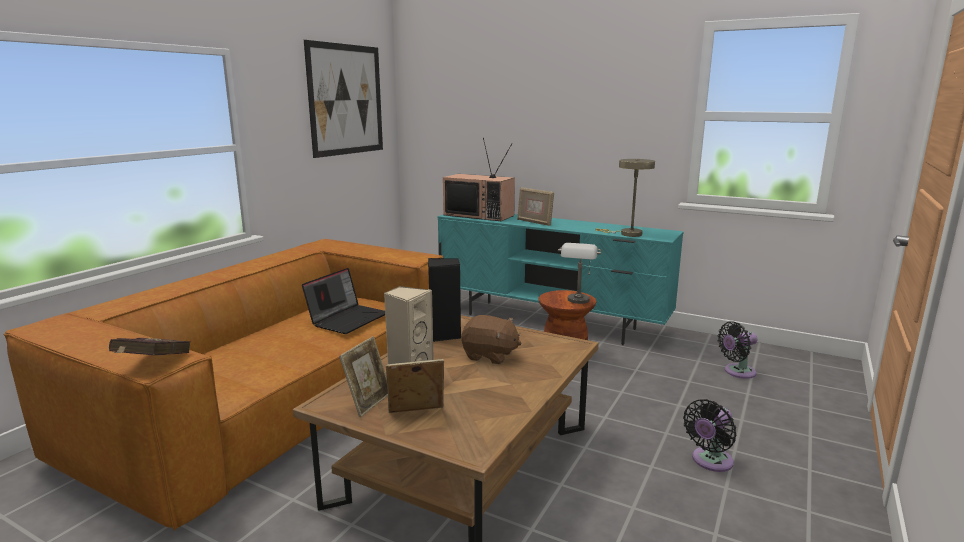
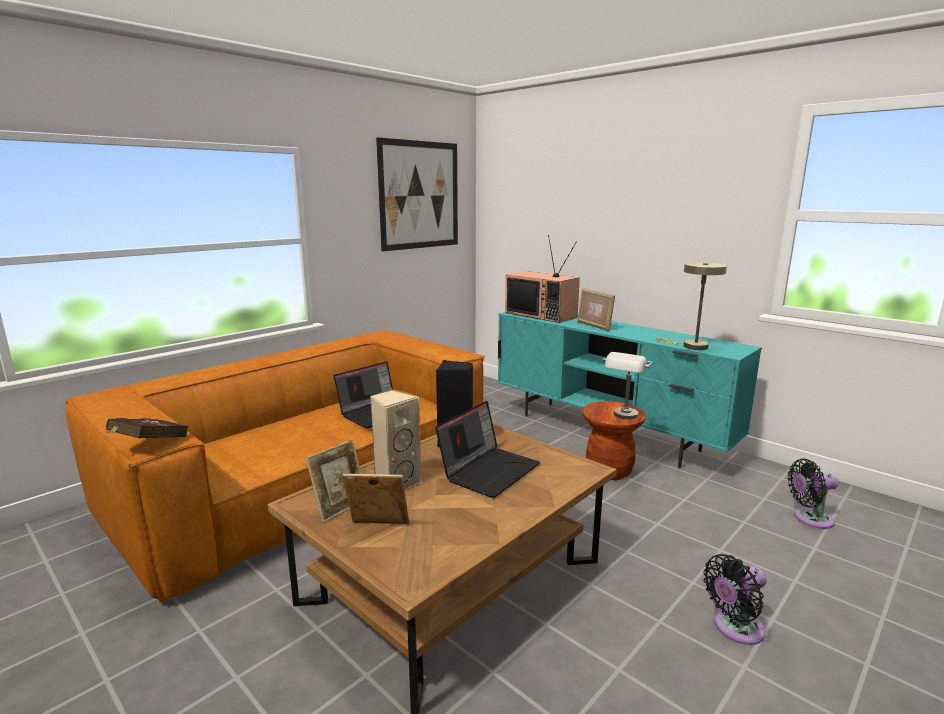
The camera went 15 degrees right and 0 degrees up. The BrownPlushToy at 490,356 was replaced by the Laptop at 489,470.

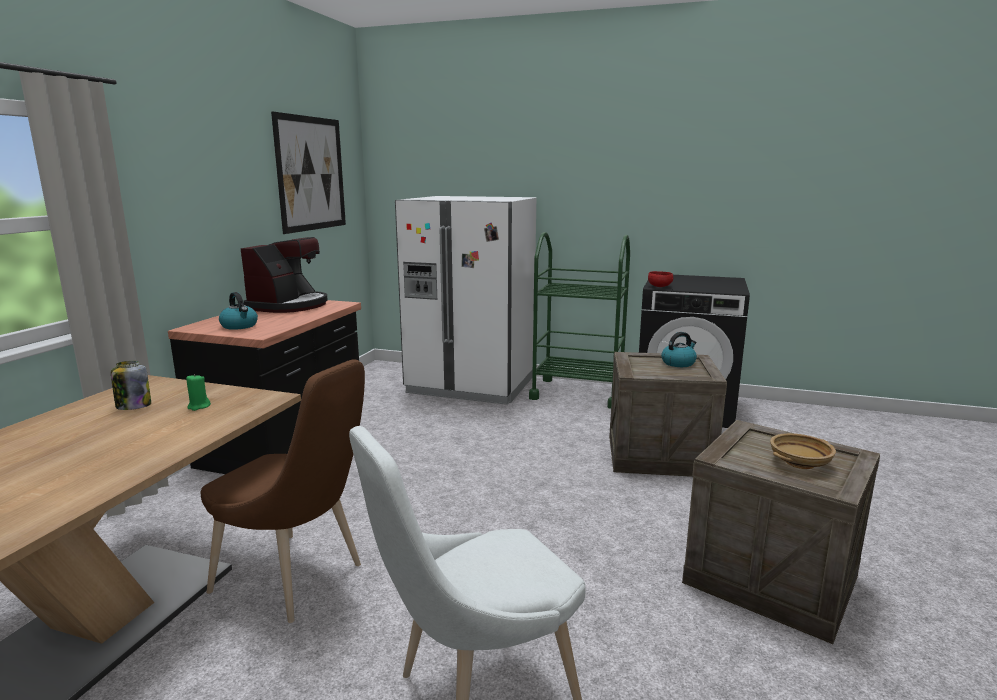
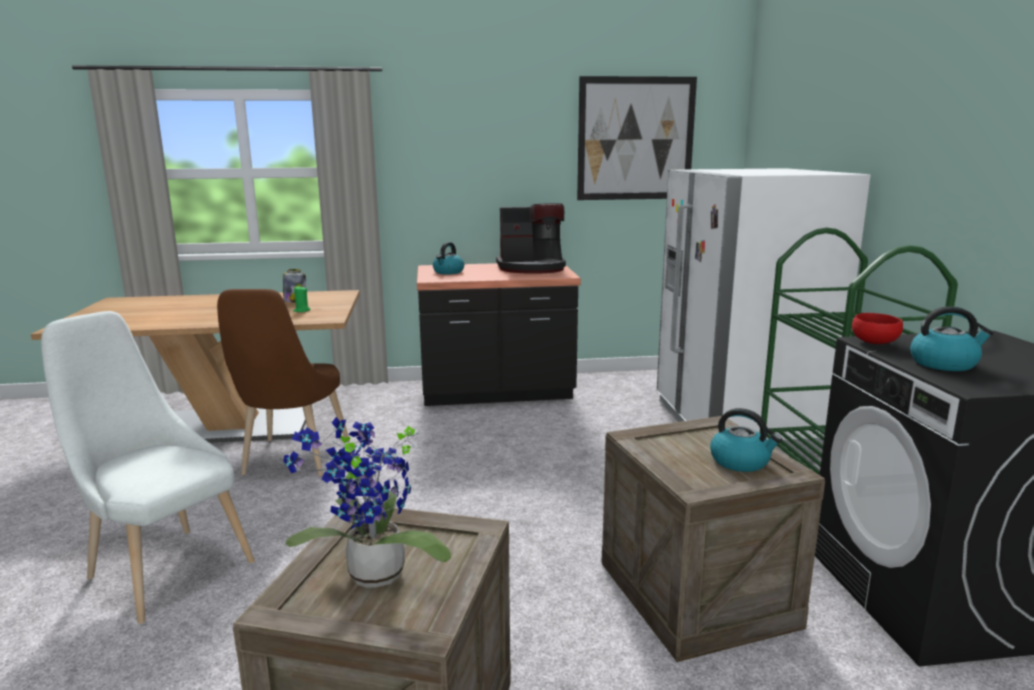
The camera went 65 degrees right and 0 degrees up. The Kettle at 944,364 appeared. The BeigeBowl at 799,463 was replaced by the PottedPlant at 371,578.

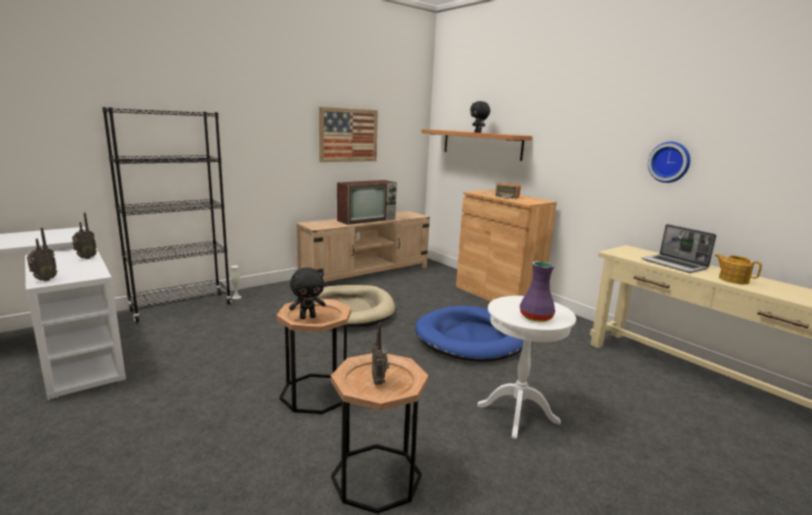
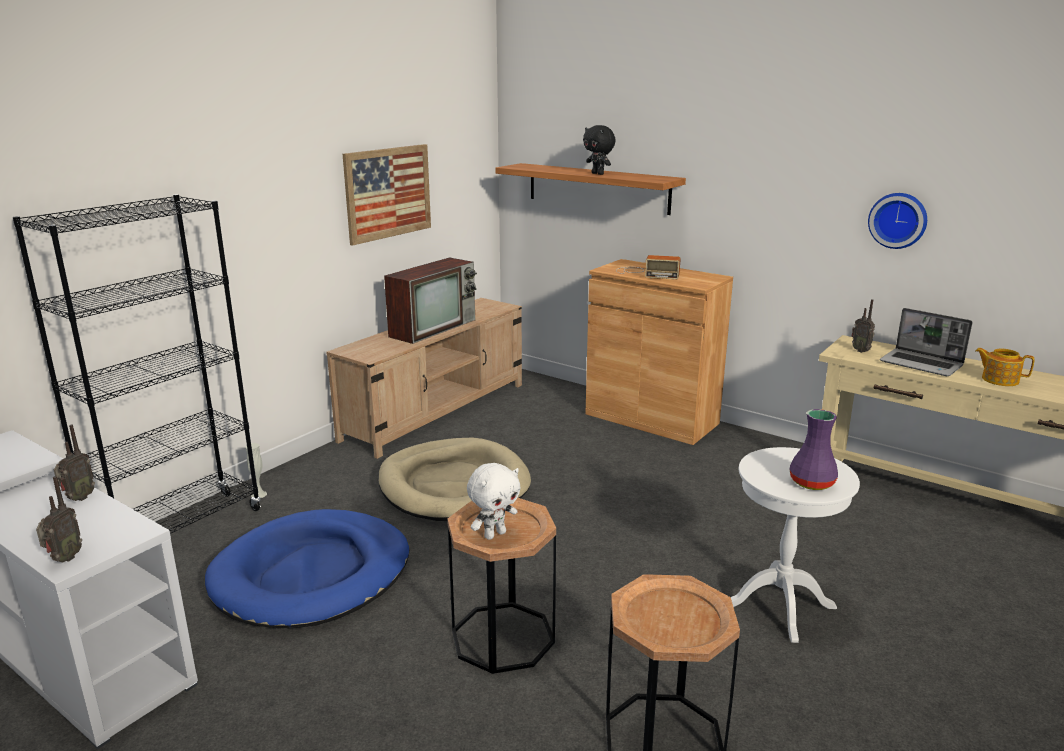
The camera went 15 degrees left and 5 degrees up. The Radio moved from 379,382 to 861,350. The BlueDogBed moved from 471,338 to 312,574. The BlackPlushToy at 308,317 became the WhitePlushToy at 494,534.

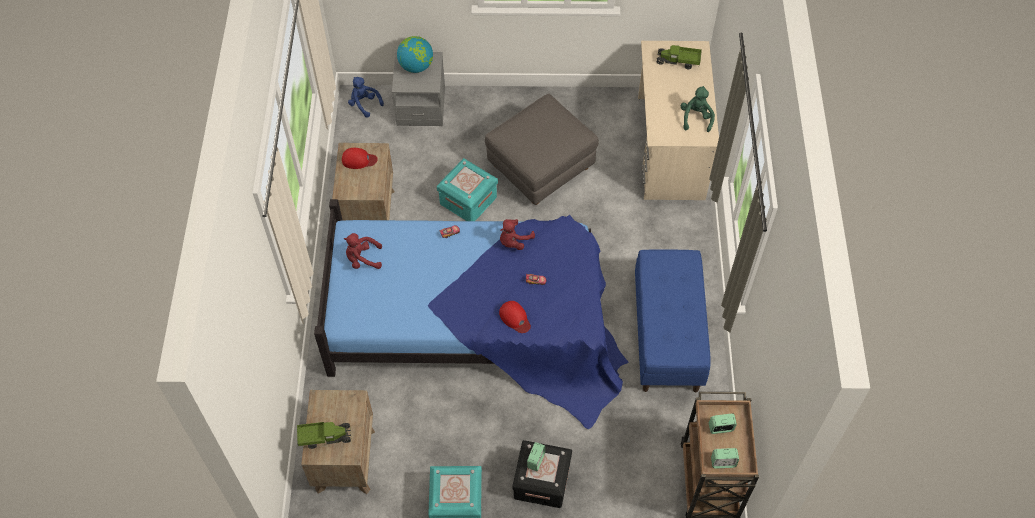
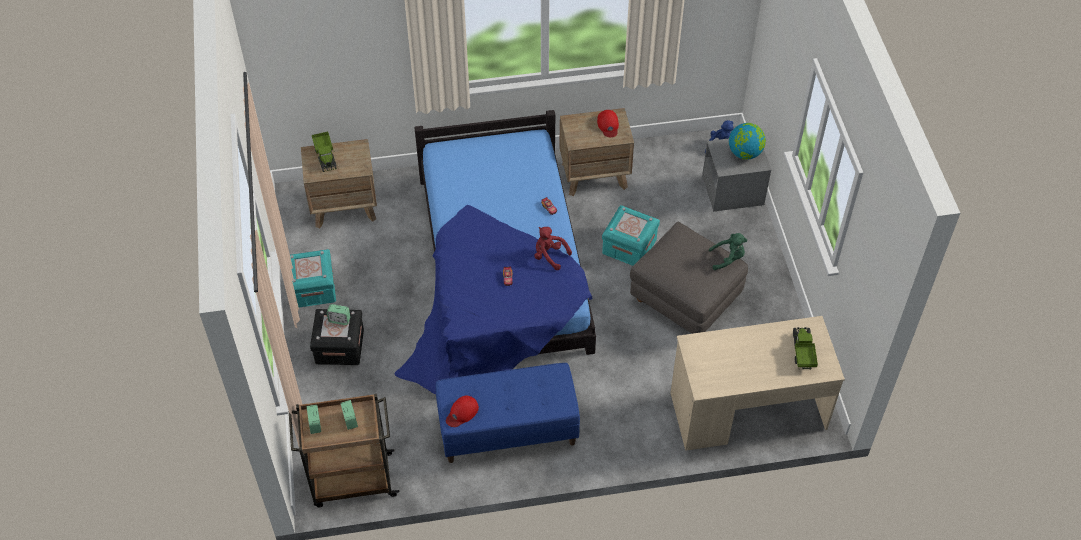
The camera went 80 degrees right and 5 degrees down. The RedPlushToy at 363,259 disappeared. The RedCap moved from 515,318 to 462,412. The GreenPlushToy moved from 696,118 to 728,258.

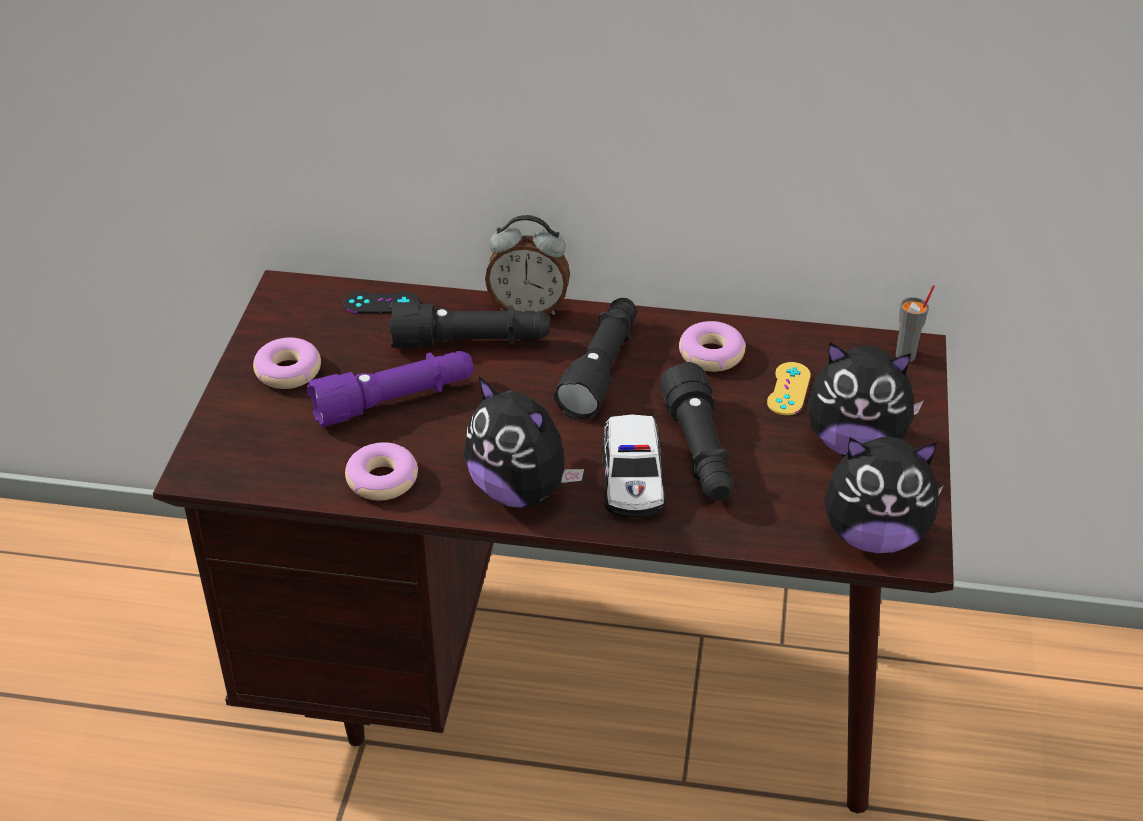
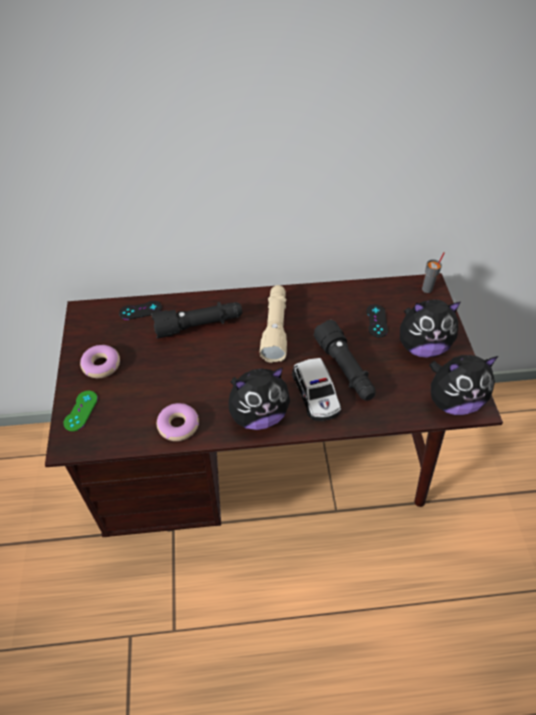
The camera went 15 degrees left and 10 degrees up. The PurpleFlashlight at 395,401 disappeared. The AlarmClock at 528,308 disappeared. The Donut at 711,355 disappeared. The GreenGameController at 81,411 appeared. The BlackFlashlight at 601,369 became the BeigeFlashlight at 275,328. The YellowGameController at 788,389 became the BlackGameController at 376,321. The PlushToy at 520,490 turned 45 degrees counterclockwise.

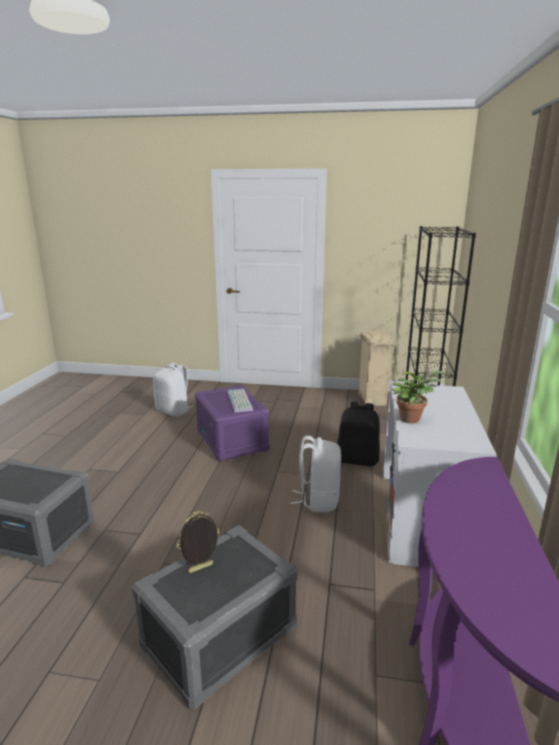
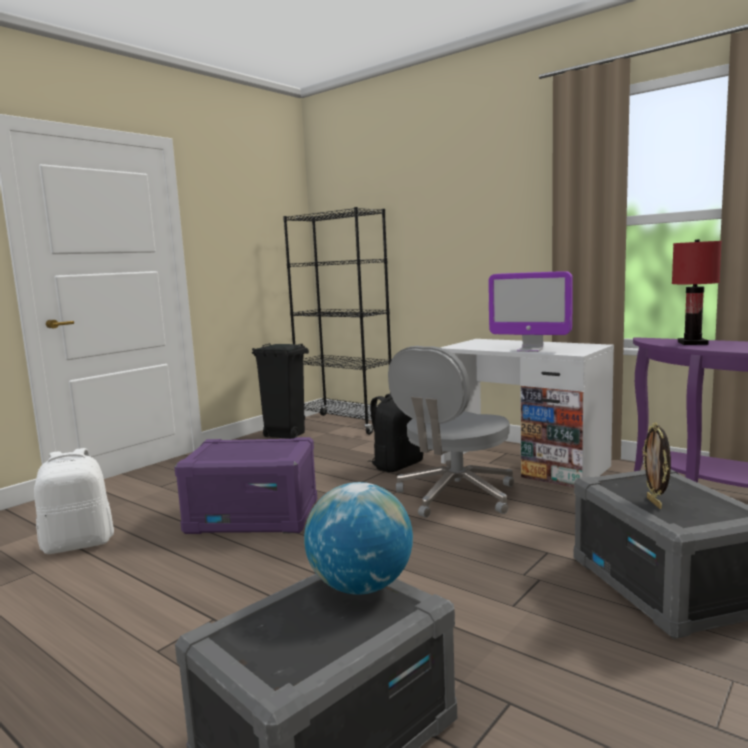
The camera went 60 degrees left and 10 degrees down. The Keyboard at 240,401 disappeared. The Globe at 361,586 appeared. The RedTableLamp at 692,343 appeared. The WhiteBackpack at 318,500 was replaced by the GreyOfficeChair at 455,496. The PottedPlant at 411,418 was replaced by the Monitor at 530,350. The BeigeTrashCan at 372,401 became the BlackTrashCan at 285,435.

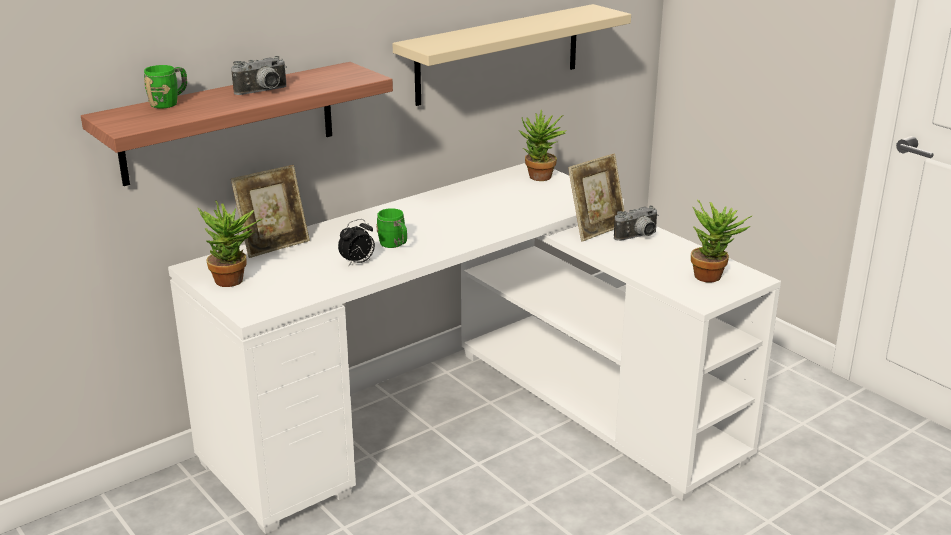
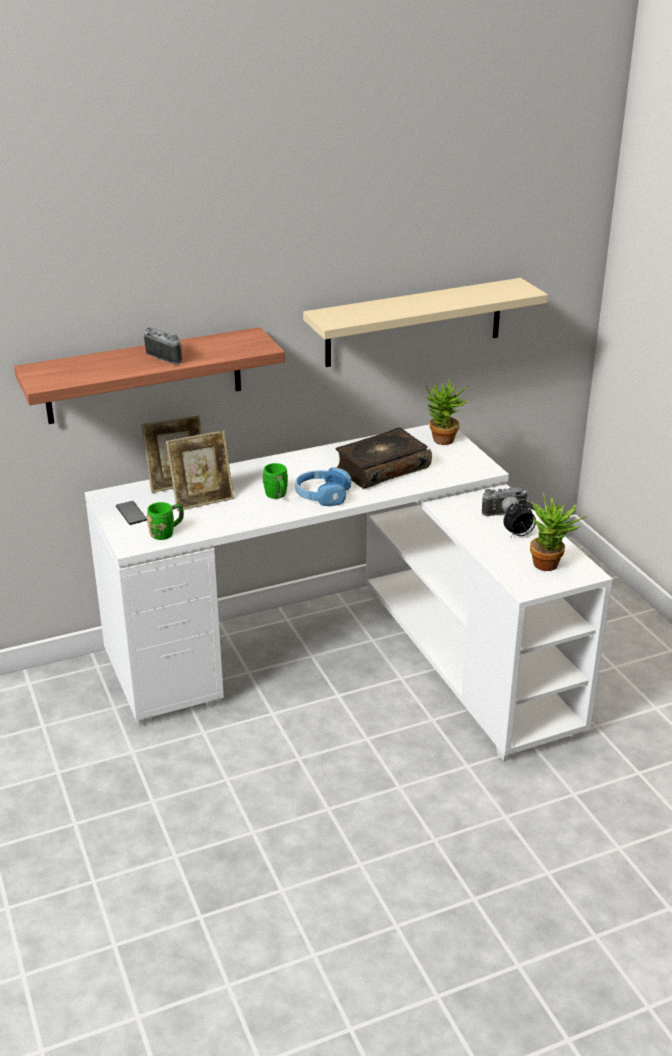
The camera went 15 degrees right and 5 degrees up. The BlueHeadphones at 322,495 appeared. The Book at 381,468 appeared. The GreenMug moved from 169,103 to 166,532. The AlarmClock moved from 358,263 to 518,535. The PictureFrame moved from 596,229 to 202,500. The PottedPlant at 235,281 was replaced by the Phone at 131,513. The PhotoCamera at 263,92 turned 120 degrees counterclockwise.

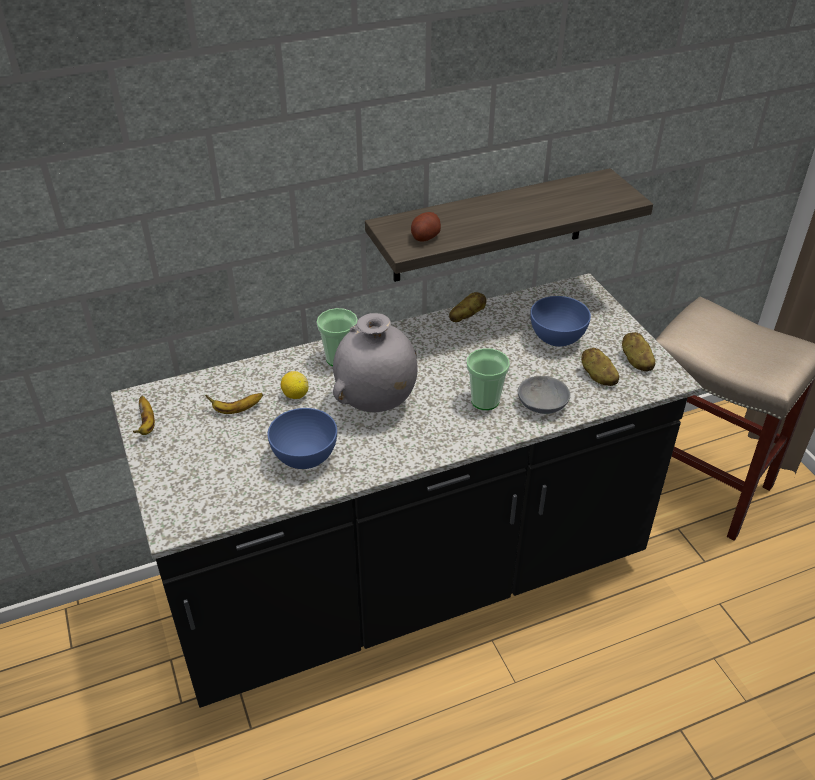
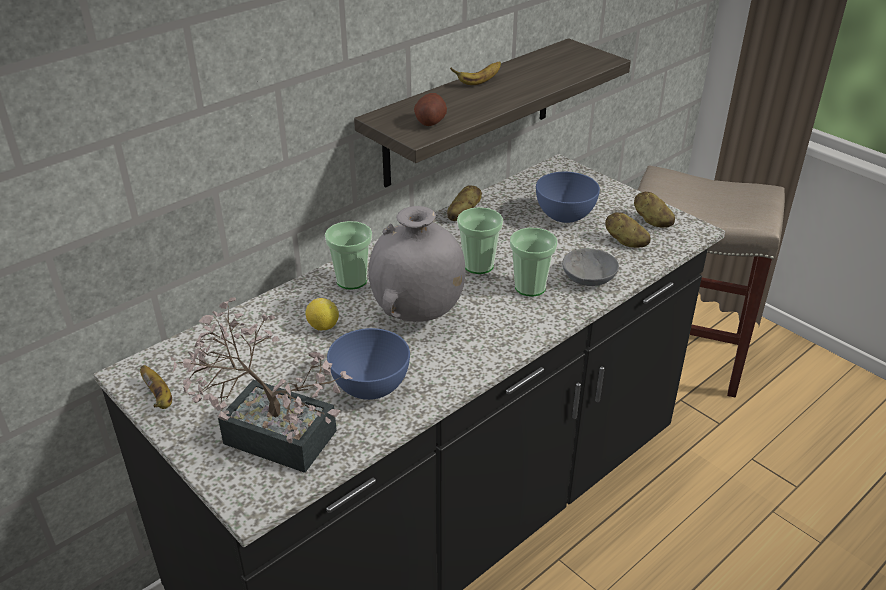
The camera went 20 degrees left and 5 degrees down. The PottedPlant at 269,432 appeared. The Cup at 478,265 appeared. The Banana moved from 236,410 to 479,82.

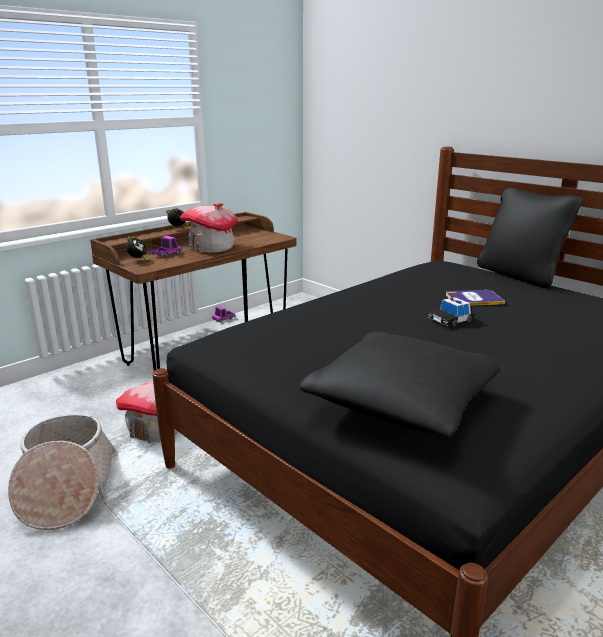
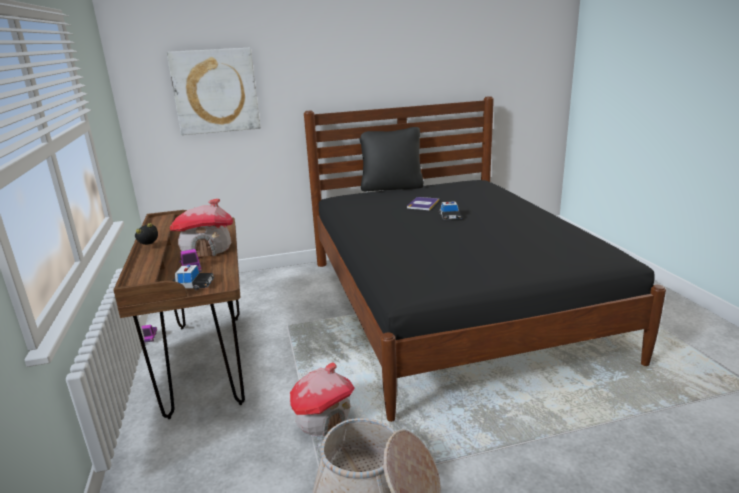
The camera went 60 degrees left and 0 degrees up. The BlackPillow at 401,402 disappeared. The Picture at 215,91 appeared. The AlarmClock at 138,261 was replaced by the ToyCar at 192,285.

